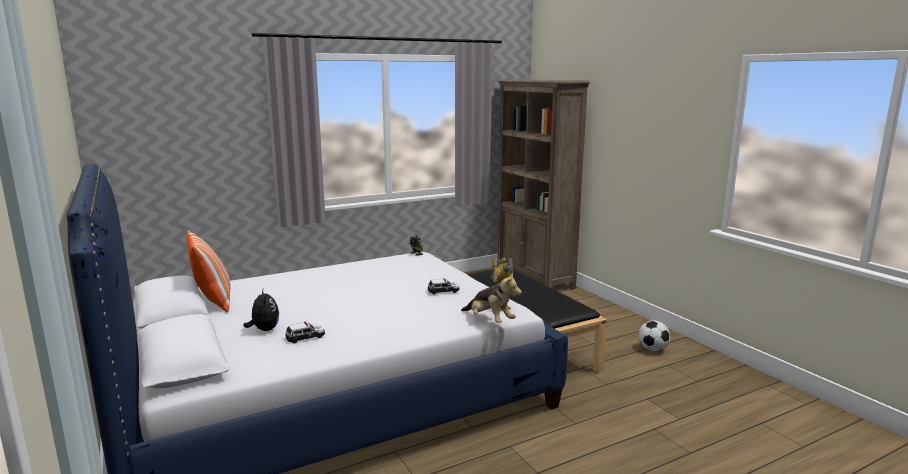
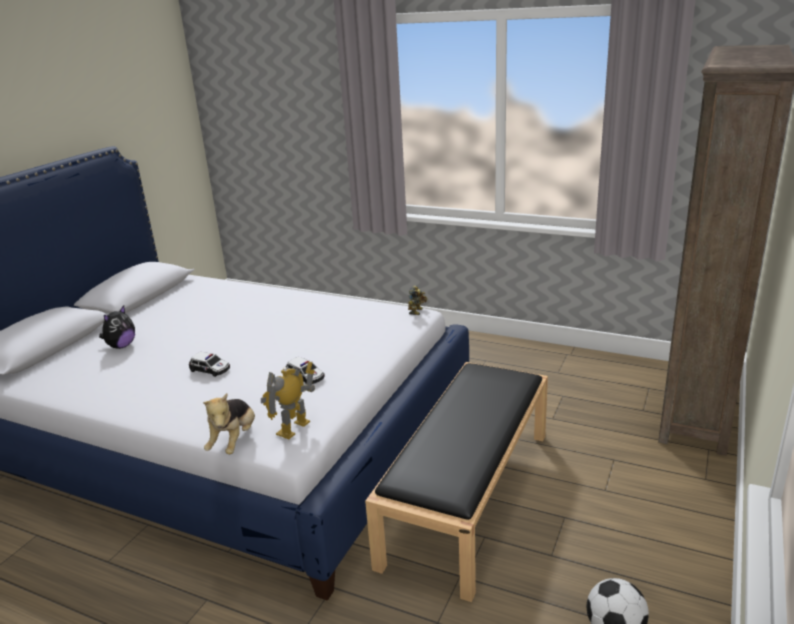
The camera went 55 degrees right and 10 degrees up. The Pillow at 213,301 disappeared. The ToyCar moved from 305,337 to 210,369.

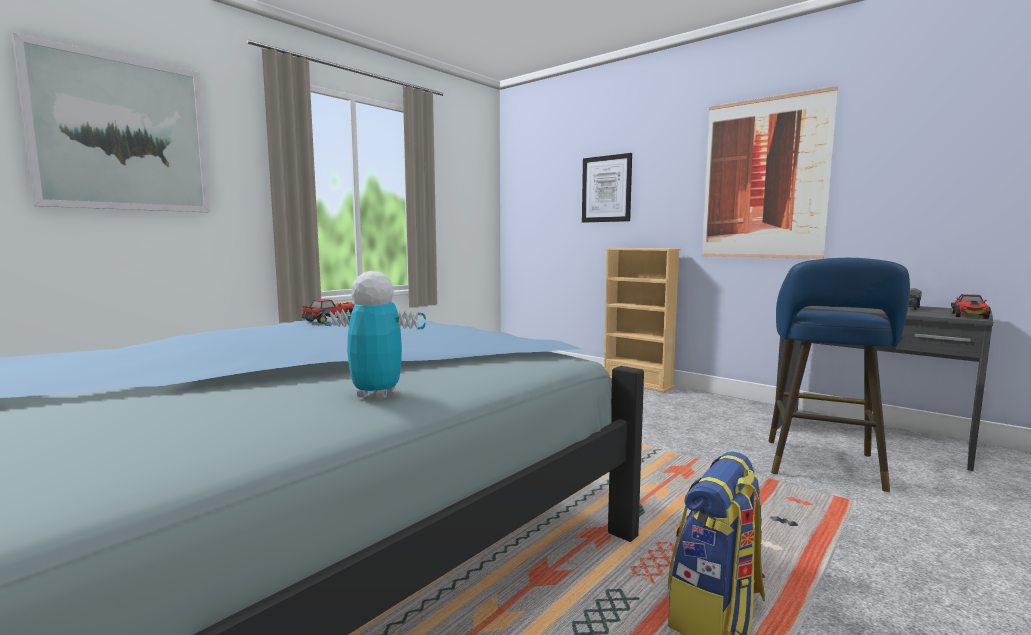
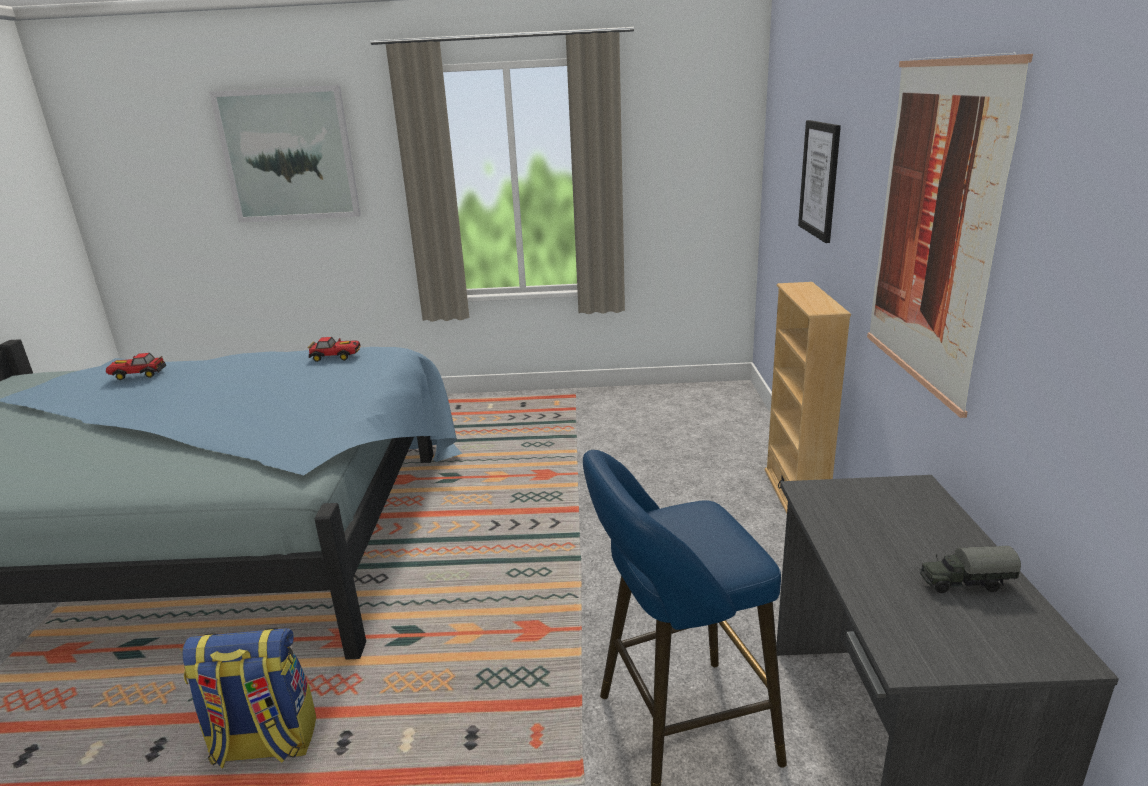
The camera went 50 degrees right and 15 degrees up. The ToyRobot at 376,394 disappeared. The ToyCar moved from 969,316 to 138,374.

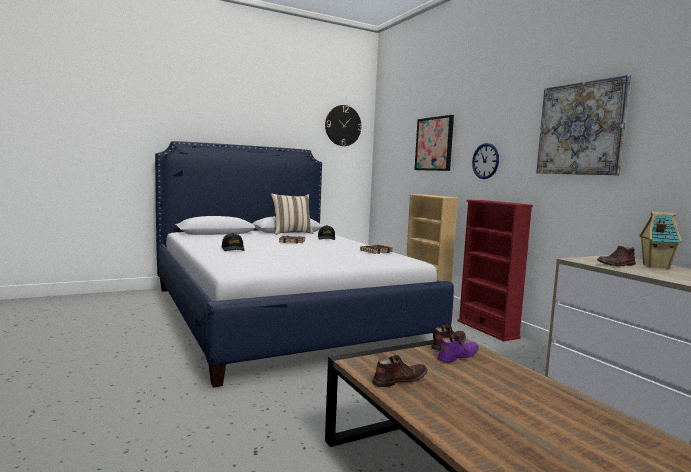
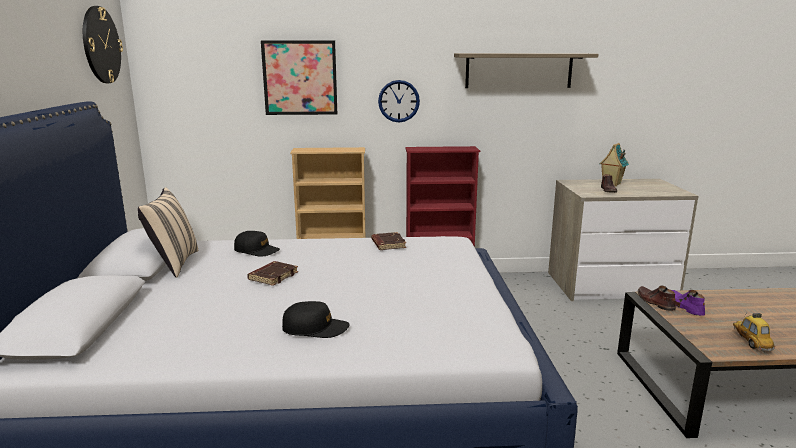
The camera went 65 degrees left and 10 degrees up. The BrownShoe at 399,380 was replaced by the ToyCar at 751,342. The Picture at 581,129 was replaced by the Shelf at 518,70.

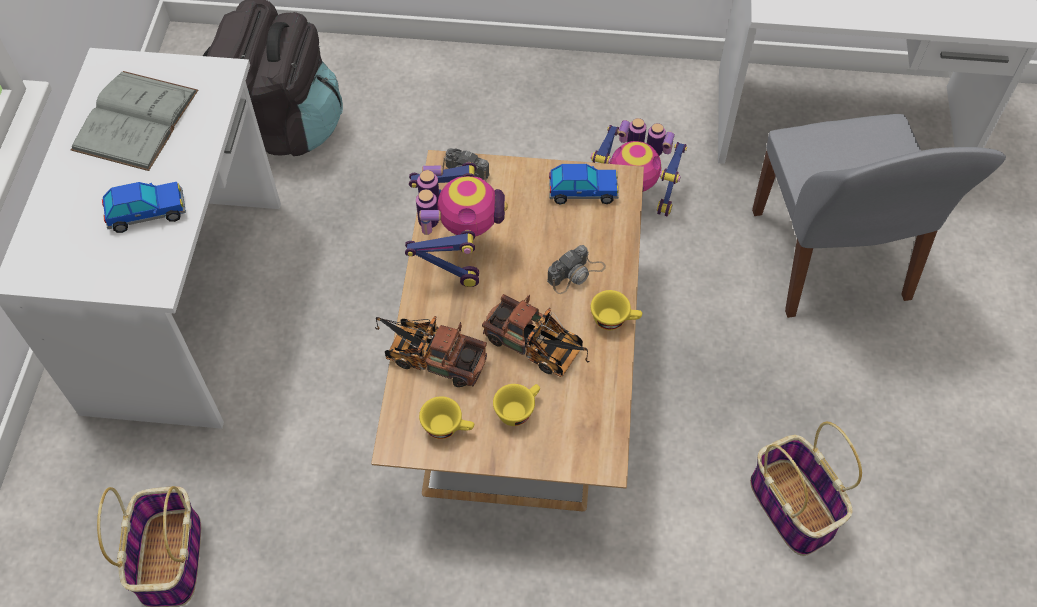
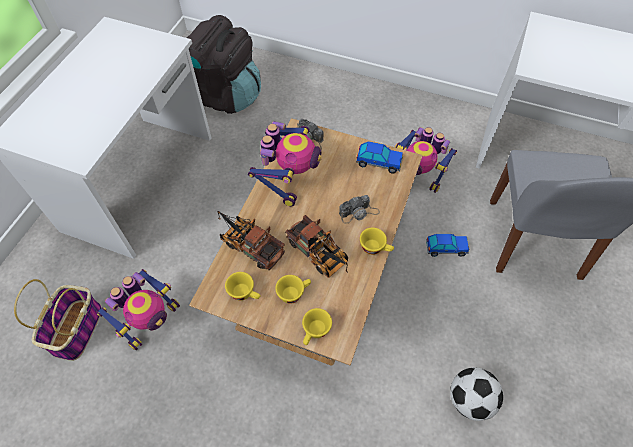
The camera went 15 degrees right and 0 degrees up. The GreyBook at 135,120 disappeared. The ToyRobot at 150,320 appeared. The YellowCup at 315,332 appeared. The ToyCar moved from 147,213 to 446,248. The Basket at 793,508 was replaced by the Football at 470,400.

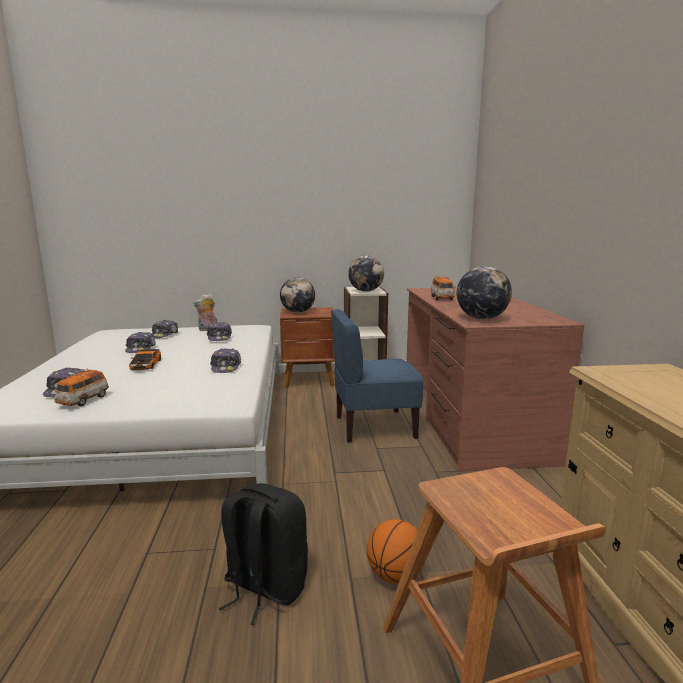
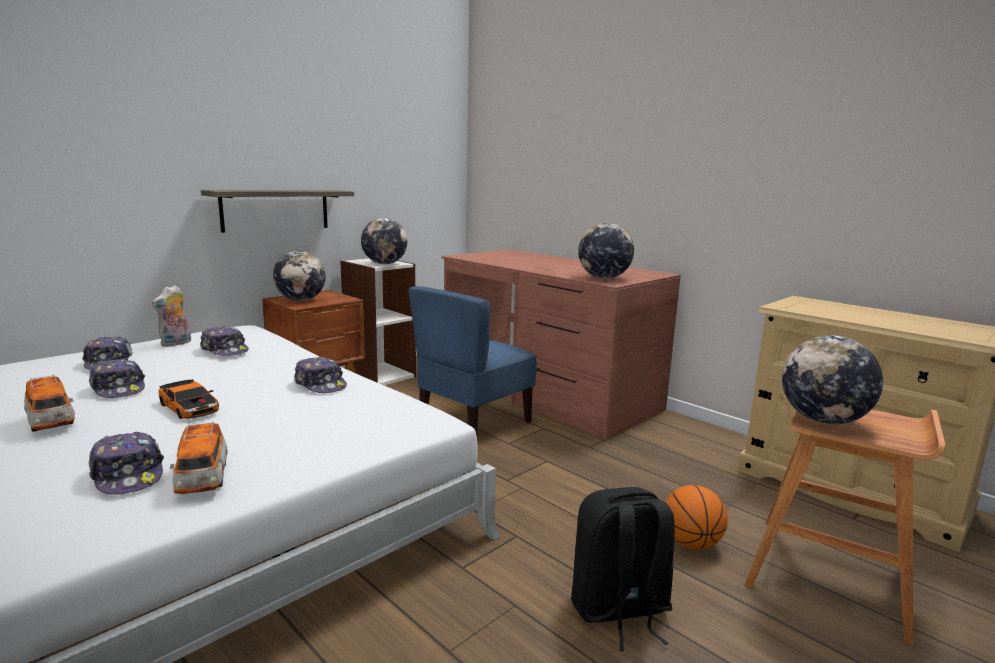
The camera went 40 degrees left and 0 degrees up. The Shelf at 276,210 appeared. The Globe at 823,420 appeared. The ToyCar moved from 442,298 to 51,422.

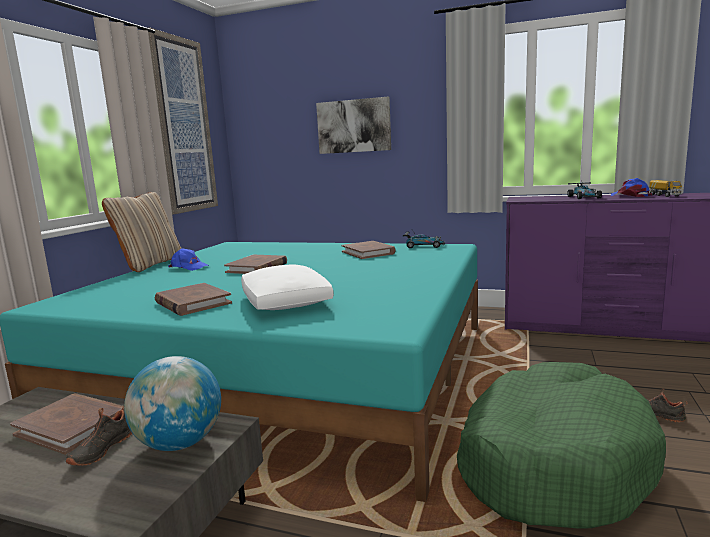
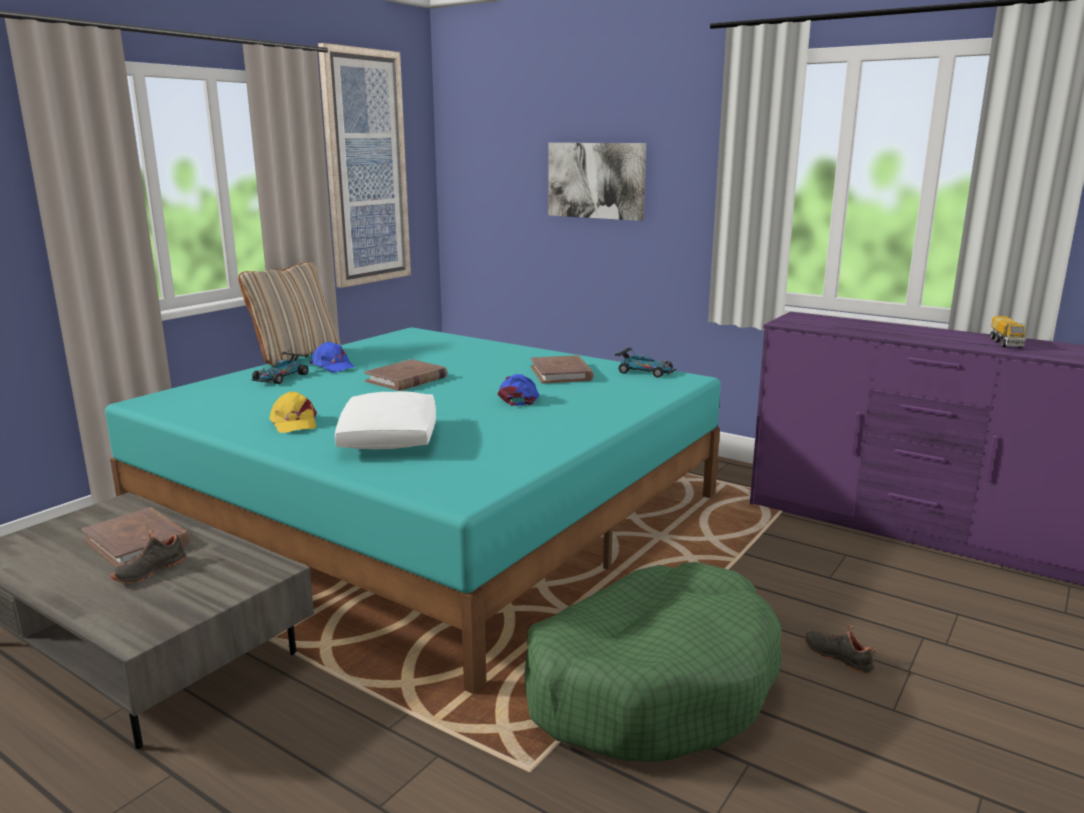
The camera went 15 degrees right and 5 degrees up. The Globe at 180,443 disappeared. The ToyCar moved from 584,197 to 281,377. The BlueCap moved from 630,196 to 519,398. The BrownBook at 192,303 was replaced by the YellowCap at 294,423.

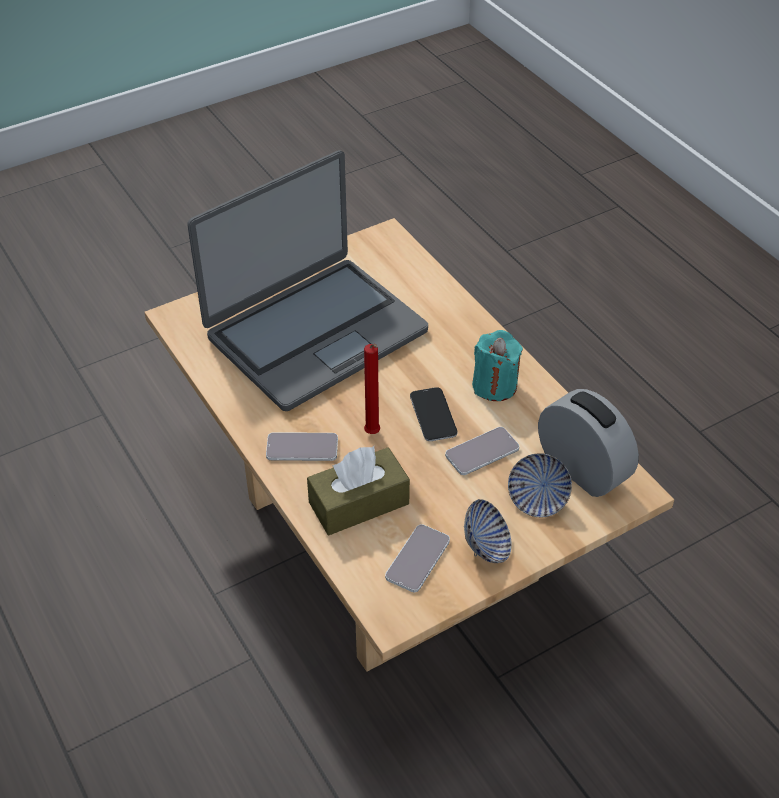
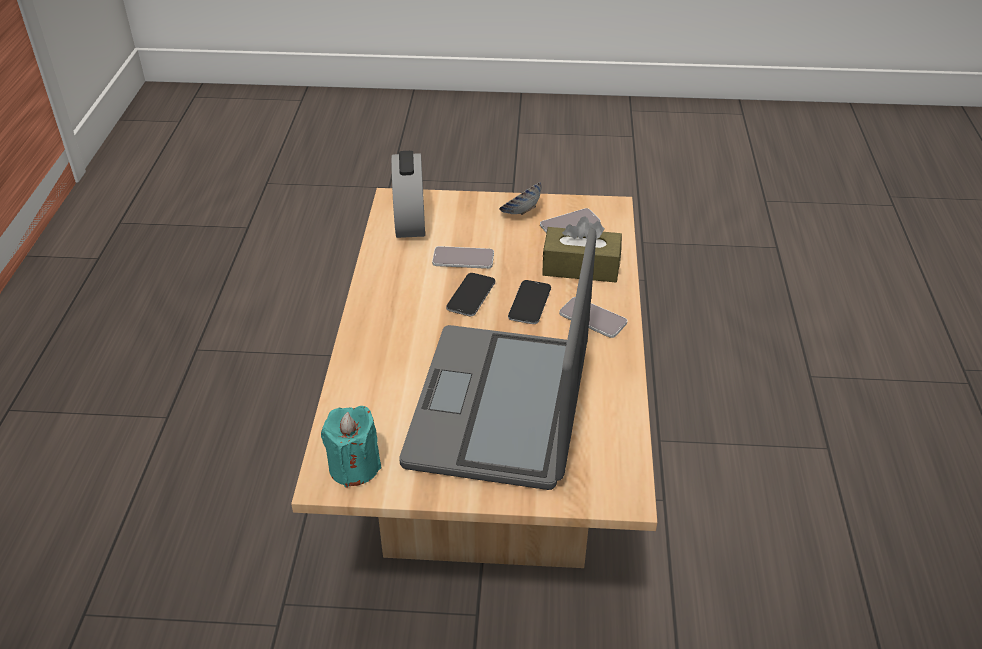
The camera went 145 degrees left and 5 degrees down. The Bowl at 537,500 disappeared. The TurquoiseCandle moved from 494,385 to 354,467. The RedCandle at 373,434 was replaced by the Phone at 529,303. The Laptop at 315,333 turned 75 degrees counterclockwise.

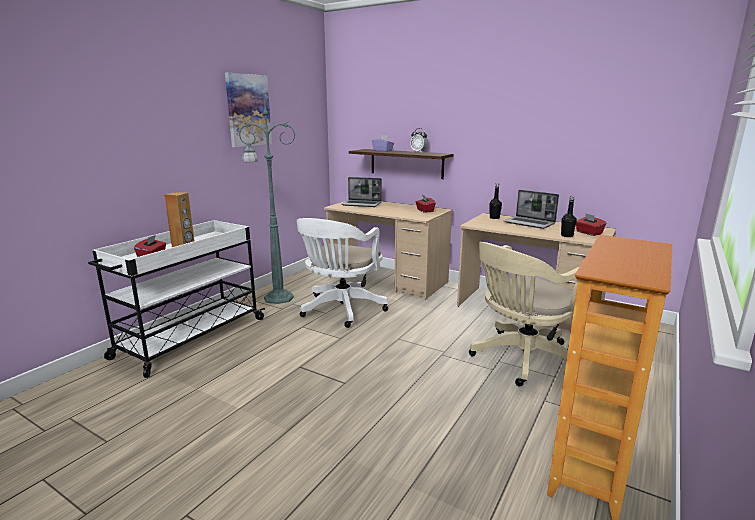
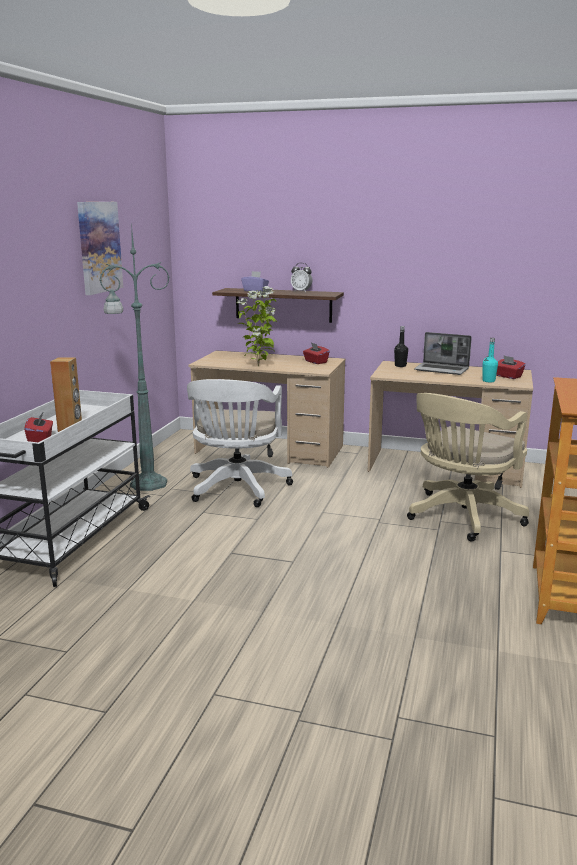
The camera went 15 degrees left and 0 degrees up. The Laptop at 362,204 disappeared. The PottedPlant at 259,366 appeared. The BlackBottle at 566,236 became the TurquoiseBottle at 488,381.

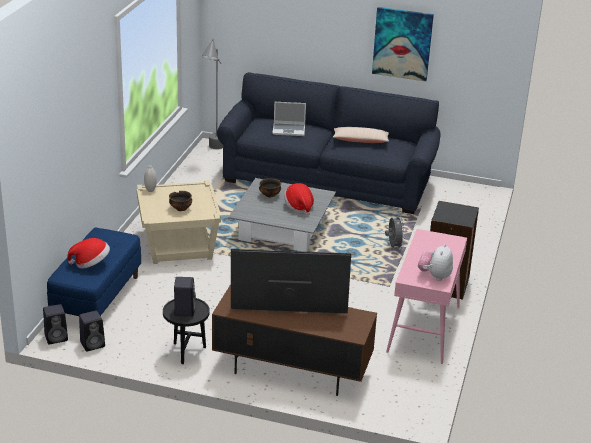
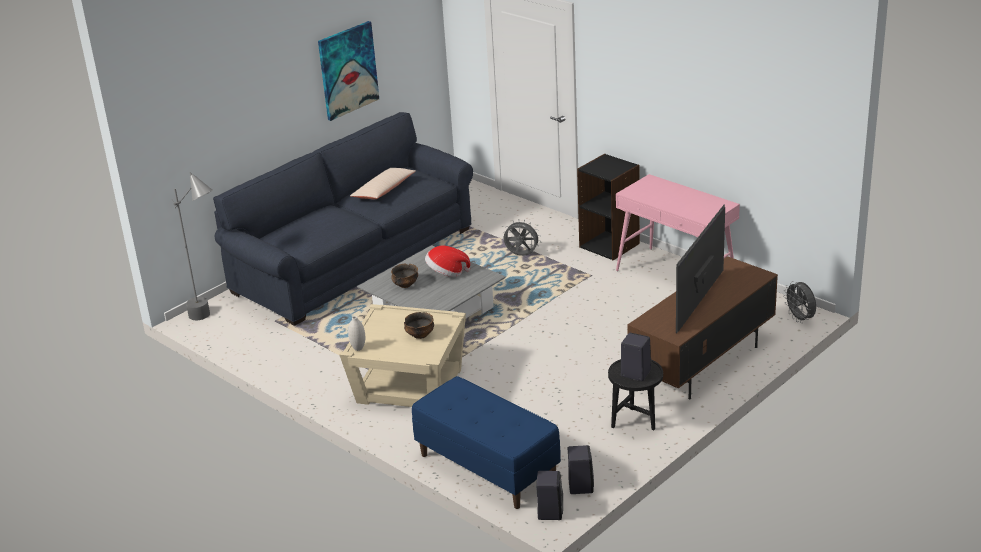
The camera went 60 degrees left and 0 degrees up. The Hat at 91,263 disappeared. The Laptop at 289,130 disappeared. The PlushToy at 435,276 disappeared. The GreyFan at 800,319 appeared.

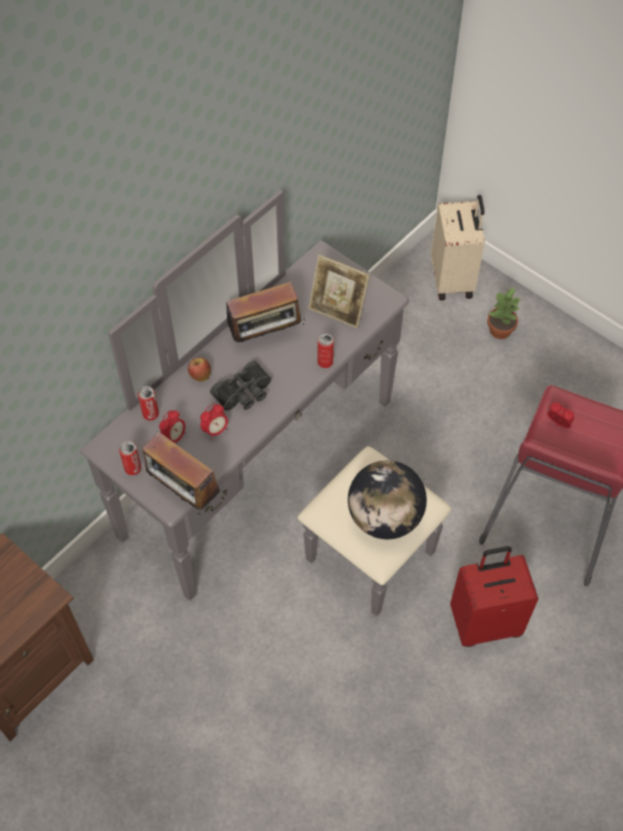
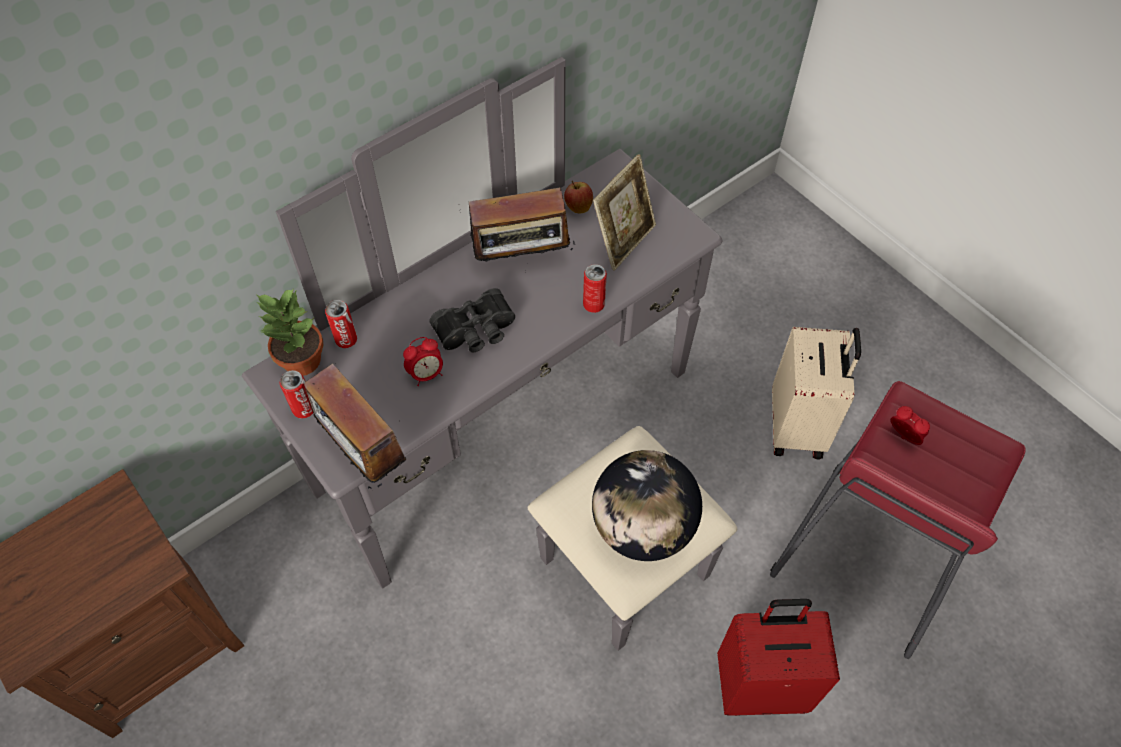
The camera went 10 degrees right and 0 degrees up. The AlarmClock at 174,437 disappeared. The Apple moved from 200,376 to 578,207. The BeigeSuitcase moved from 453,280 to 798,427. The PottedPlant moved from 499,330 to 300,360. The PictureFrame at 337,311 turned 90 degrees counterclockwise.

